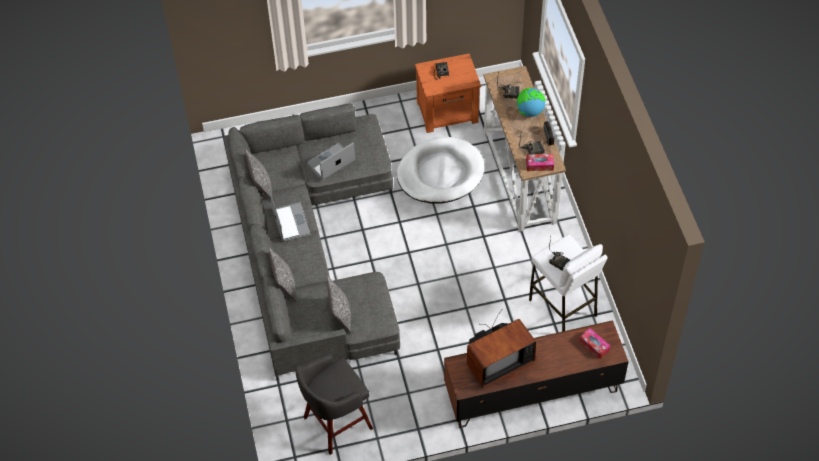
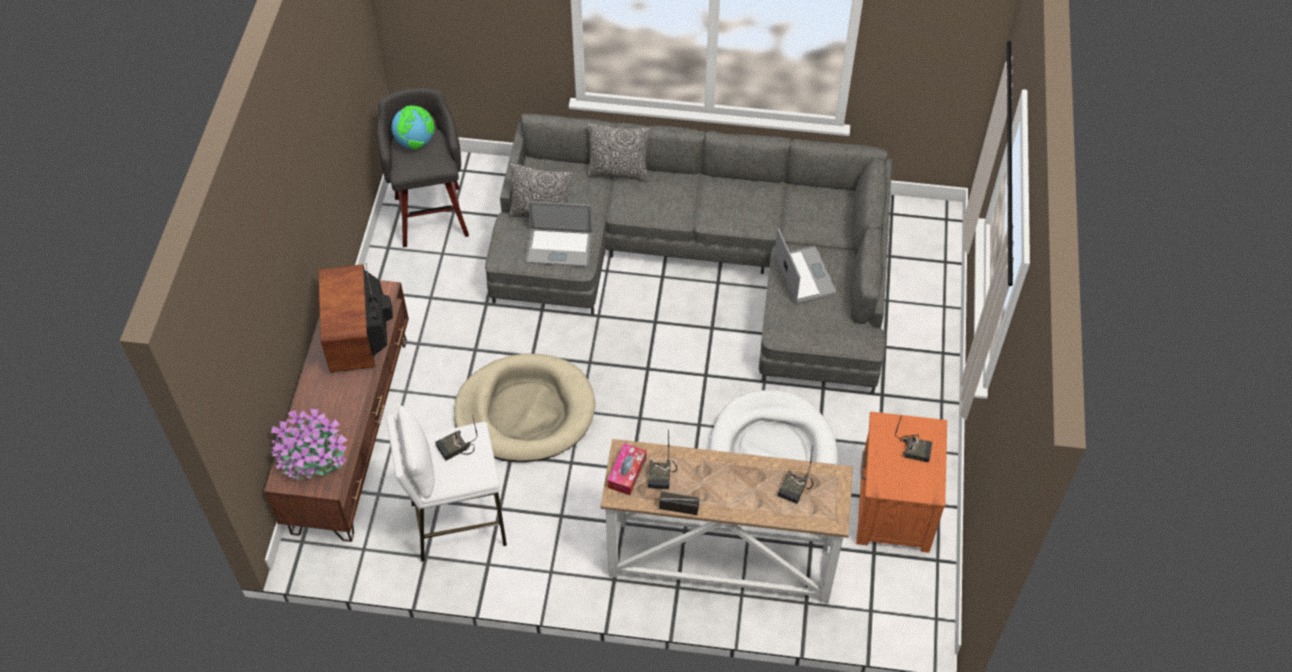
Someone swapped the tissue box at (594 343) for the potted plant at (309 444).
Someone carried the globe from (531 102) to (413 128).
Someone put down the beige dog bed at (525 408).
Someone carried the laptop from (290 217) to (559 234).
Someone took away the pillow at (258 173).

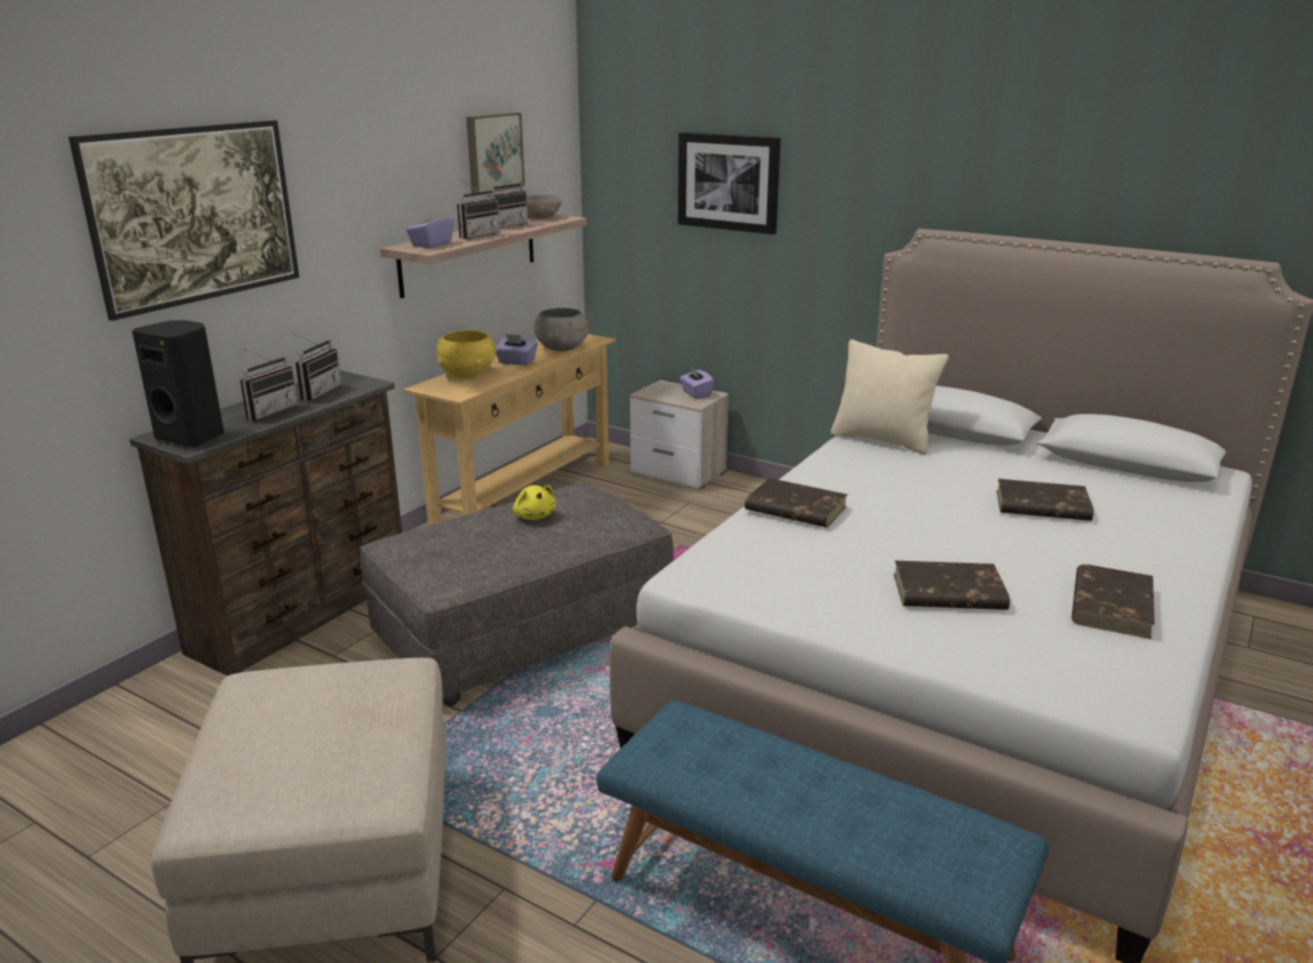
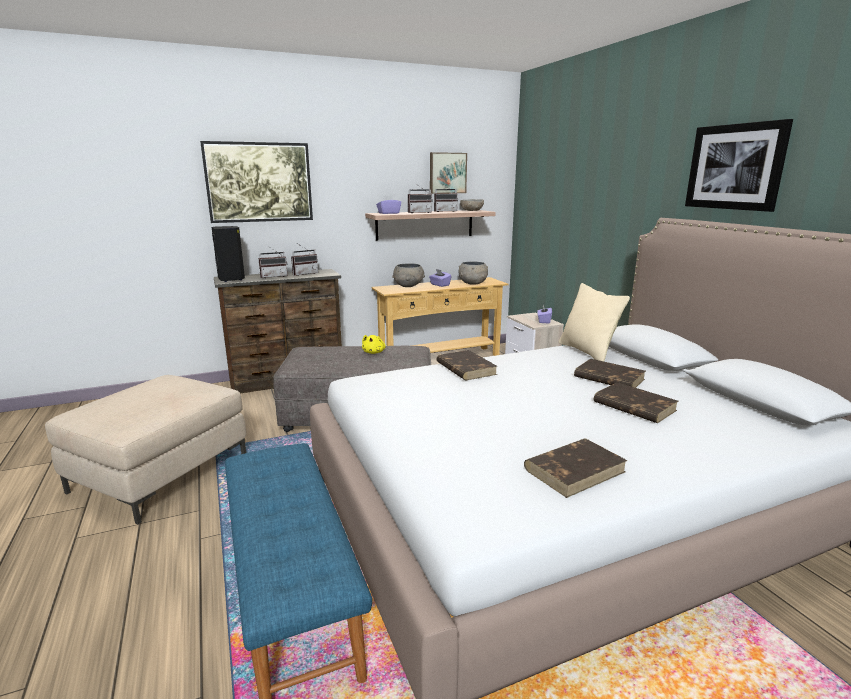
Someone repainted the yellow bowl at (467 354), which became the grey bowl at (408 275).
Someone carried the brown book from (952 585) to (610 373).
Someone carried the picture from (729 183) to (739 165).

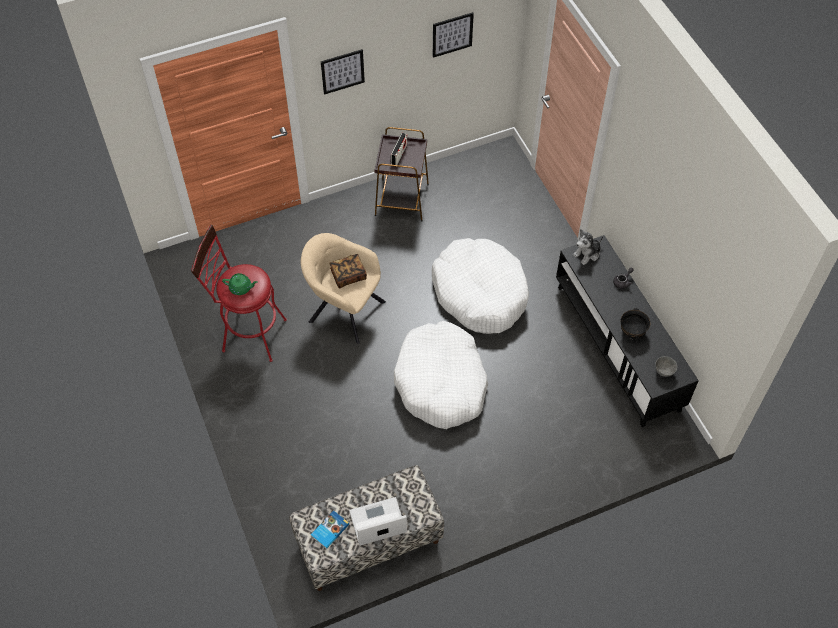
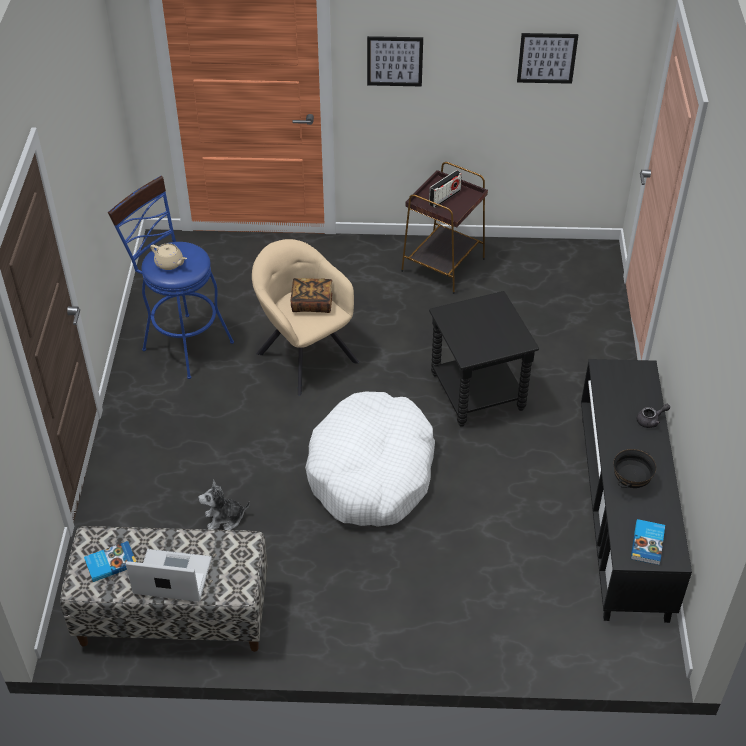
Someone repainted the red stool at (239 293), which became the blue stool at (171 277).
Someone repainted the green teapot at (240 284), which became the beige teapot at (168 256).
Someone carried the plush toy from (588 247) to (224 504).
Someone swapped the white dog bed at (480 286) for the black side table at (484 359).
Someone swapped the grey bowl at (666 366) for the book at (648 542).

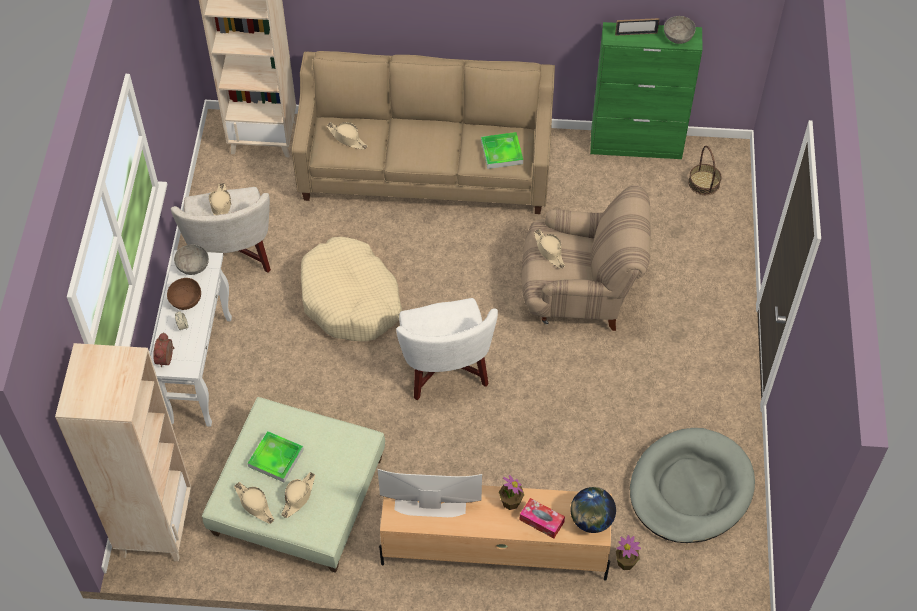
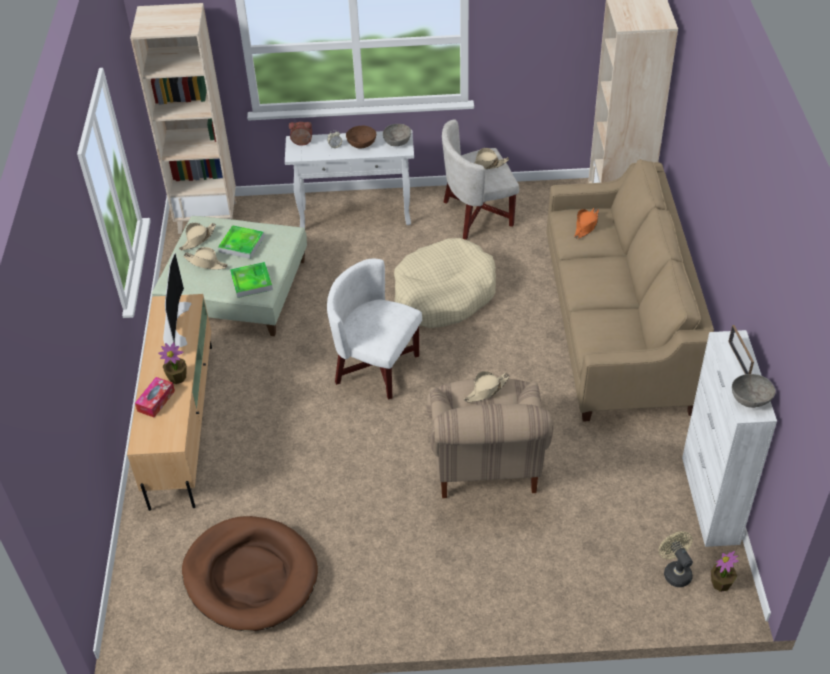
Someone repainted the grey dog bed at (692 485), which became the brown dog bed at (250 573).
Someone carried the tray from (502 150) to (251 280).
Someone rotated the white armchair at (447 349) by 45 degrees clockwise.
Someone repainted the beige hat at (347 136), which became the orange hat at (586 223).
Someone swapped the basket at (705 170) for the beige fan at (676 559).
Someone repainted the green cabinet at (646 90), which became the white cabinet at (729 438).
Someone carried the potted plant from (628 552) to (725 571).
Someone took away the globe at (593 510).

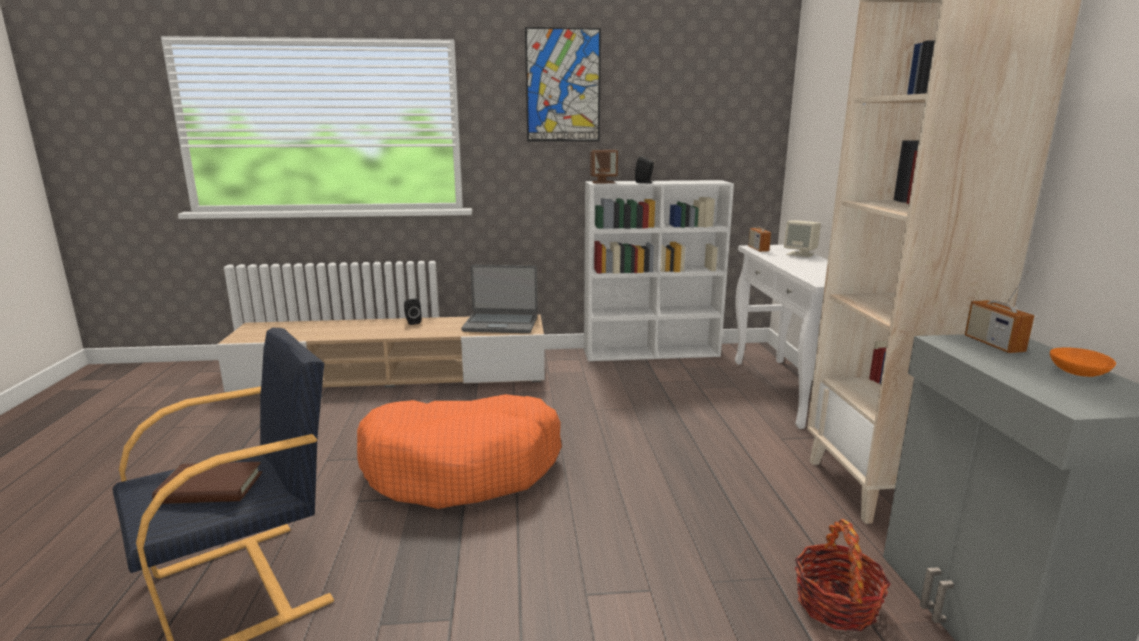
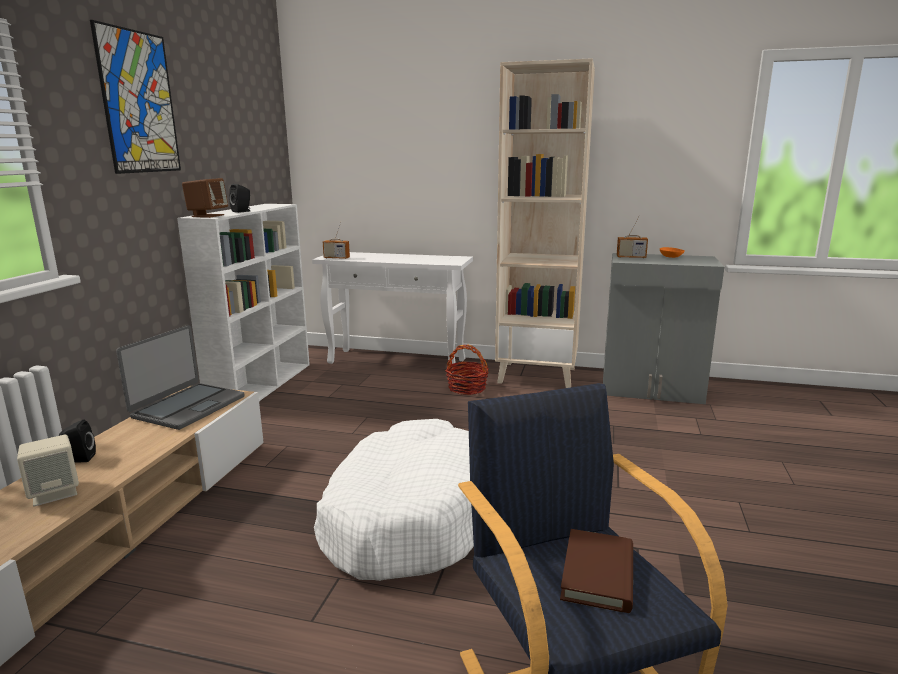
Someone carried the beige speaker from (802 239) to (48 471).
Someone repainted the orange dog bed at (459 451), which became the white dog bed at (394 500).
Someone carried the basket from (843 575) to (467 369).

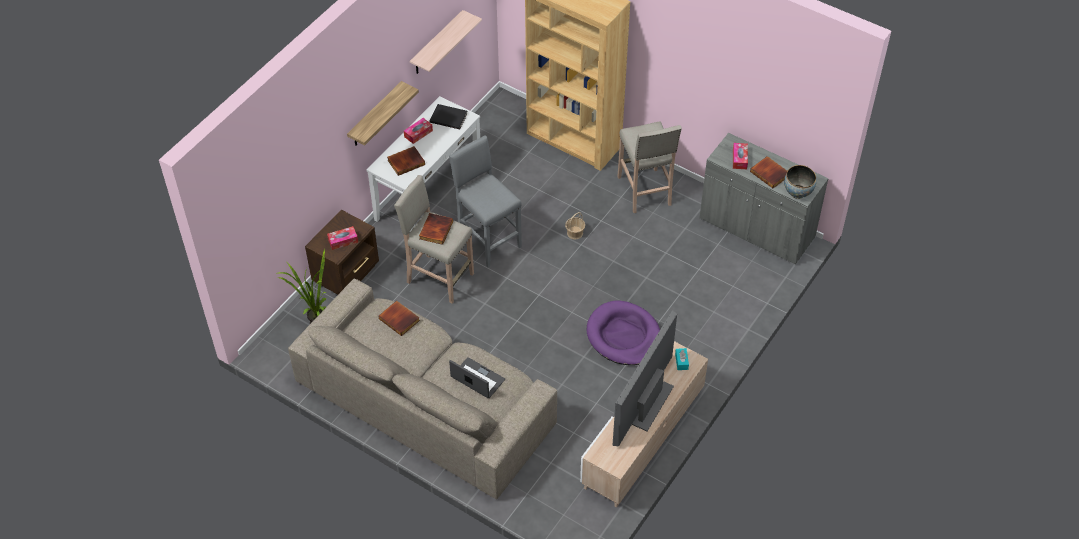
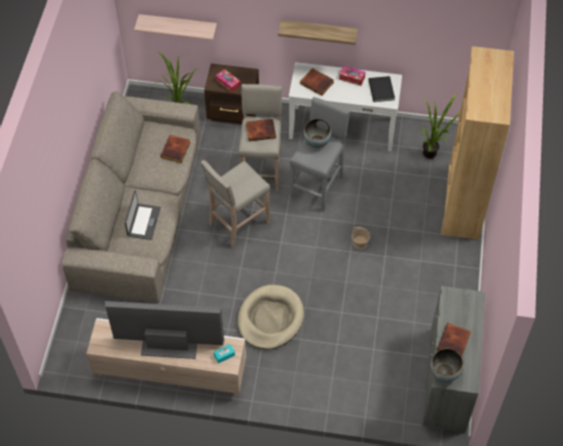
Someone carried the shelf from (446 42) to (175 27).
Someone carried the beige stool from (650 167) to (235 203).
Someone repainted the purple dog bed at (623 332), which became the beige dog bed at (271 317).
Someone put down the bowl at (317 133).
Someone put down the potted plant at (440 126).
Someone took away the tissue box at (740 156).

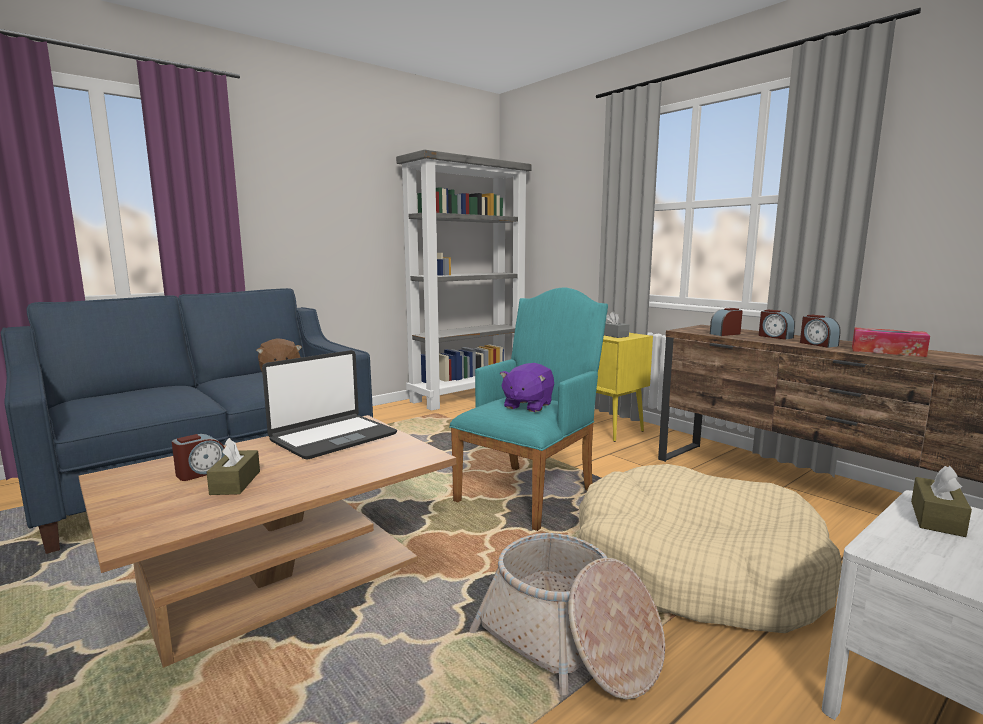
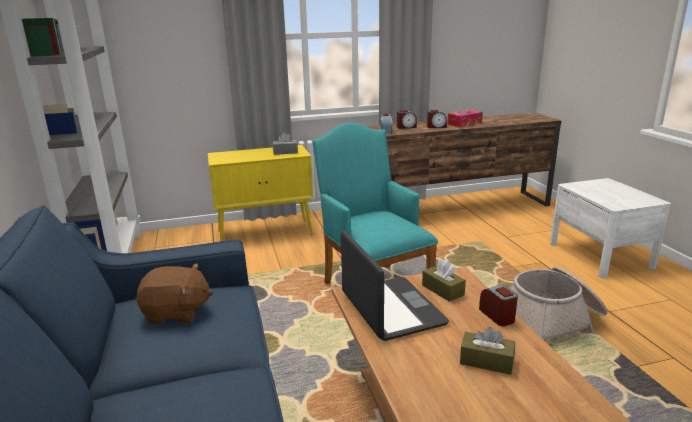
Someone carried the brown tissue box from (941 501) to (444 281).
Someone carried the alarm clock from (198 457) to (498 305).
Someone took away the purple plush toy at (527 387).
Someone took away the beige dog bed at (710 548).

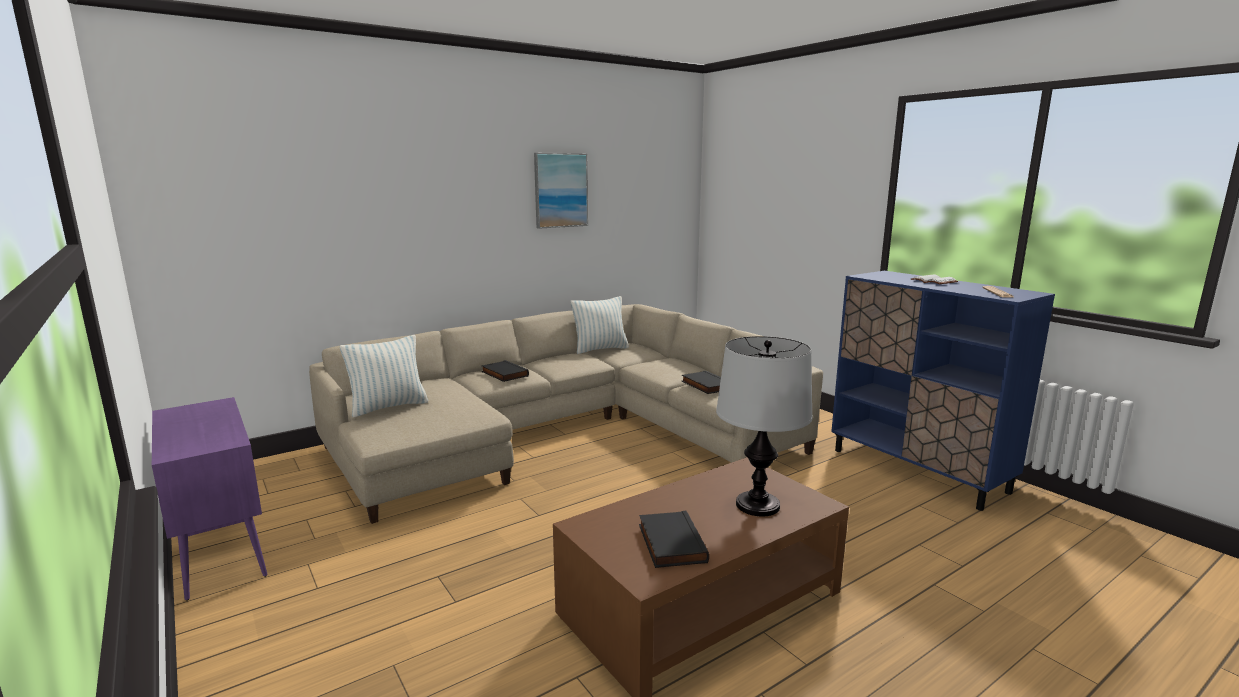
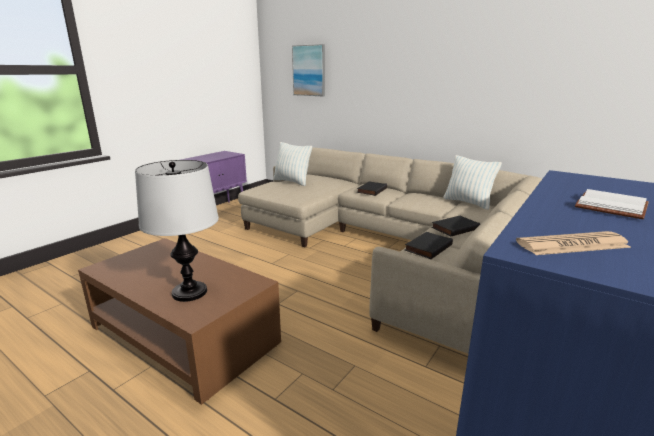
Someone carried the picture from (561 191) to (308 70).
Someone carried the black book from (674 539) to (455 226).

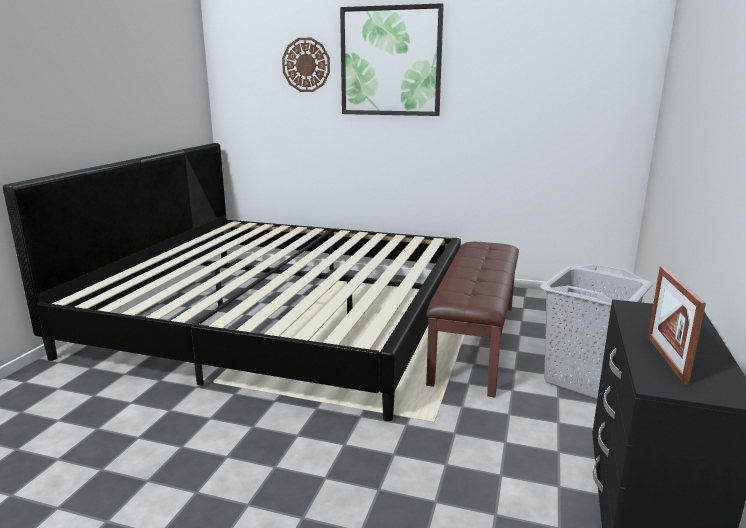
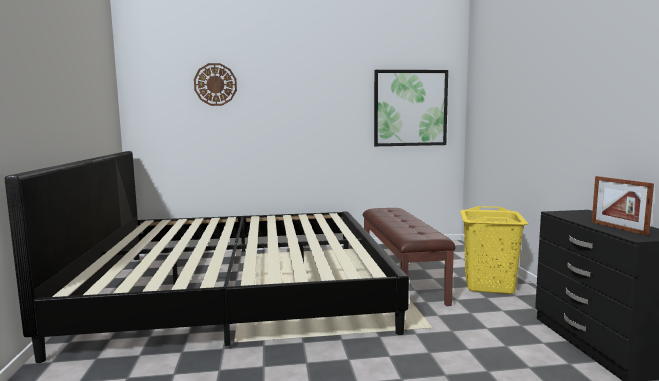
Someone carried the picture from (392 59) to (411 108).
Someone repainted the grey laundry basket at (596 331), which became the yellow laundry basket at (494 250).

